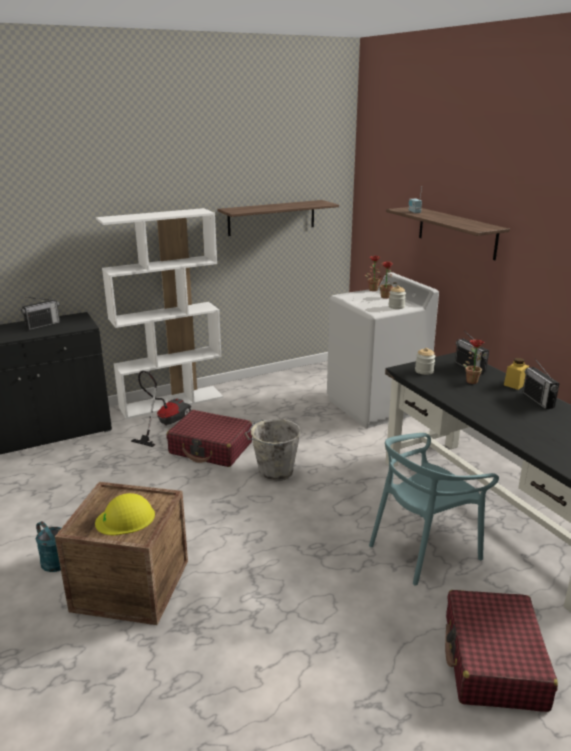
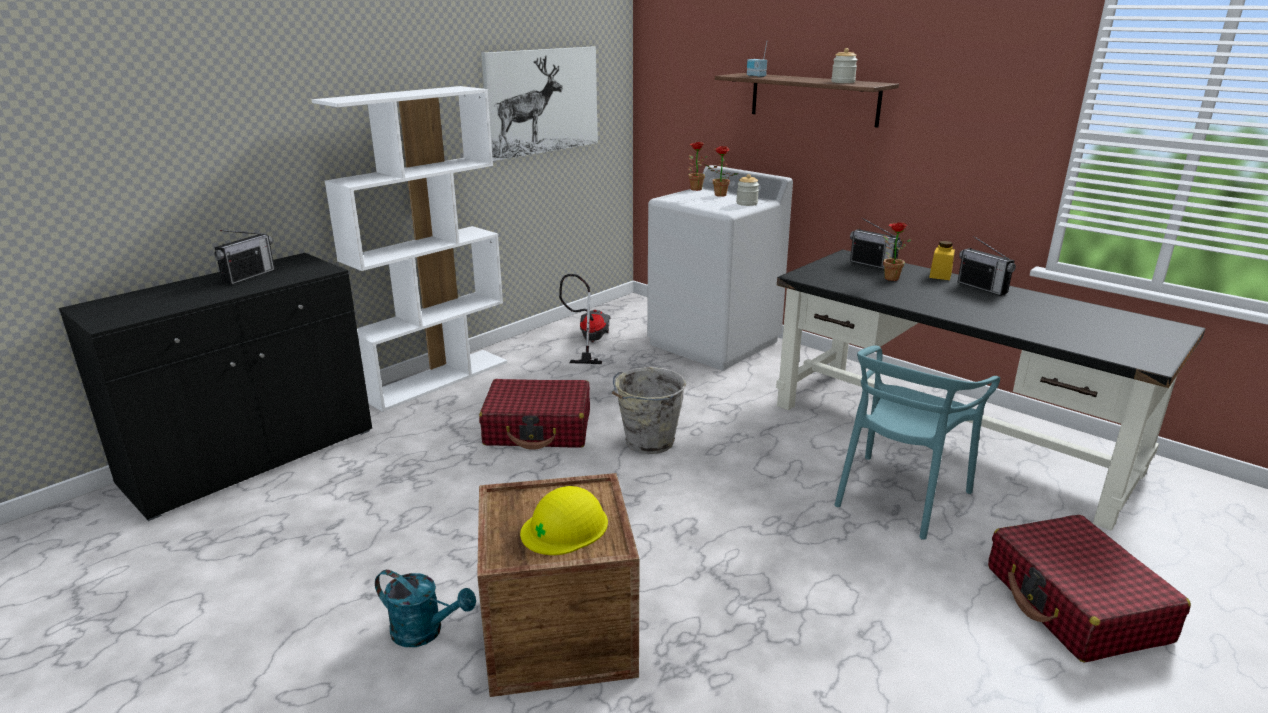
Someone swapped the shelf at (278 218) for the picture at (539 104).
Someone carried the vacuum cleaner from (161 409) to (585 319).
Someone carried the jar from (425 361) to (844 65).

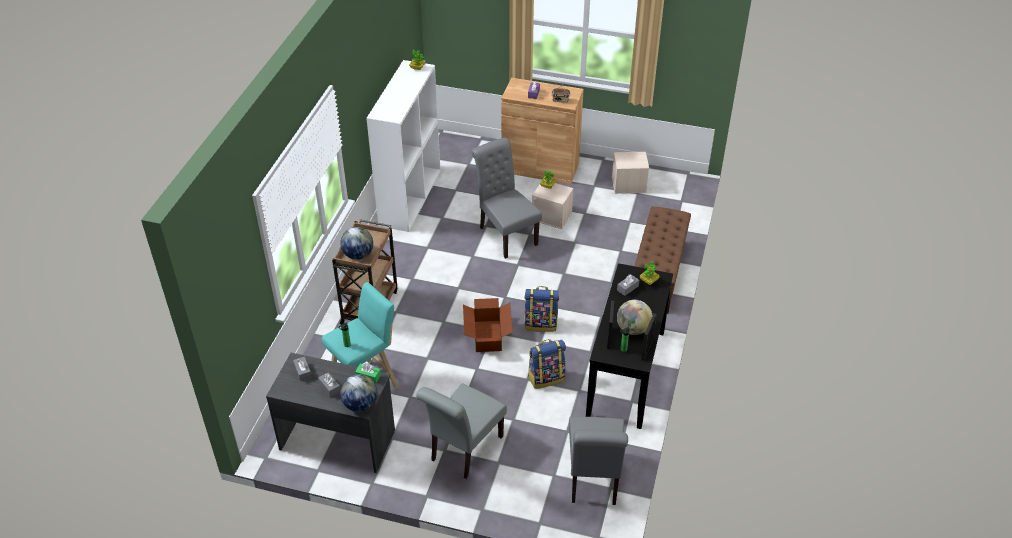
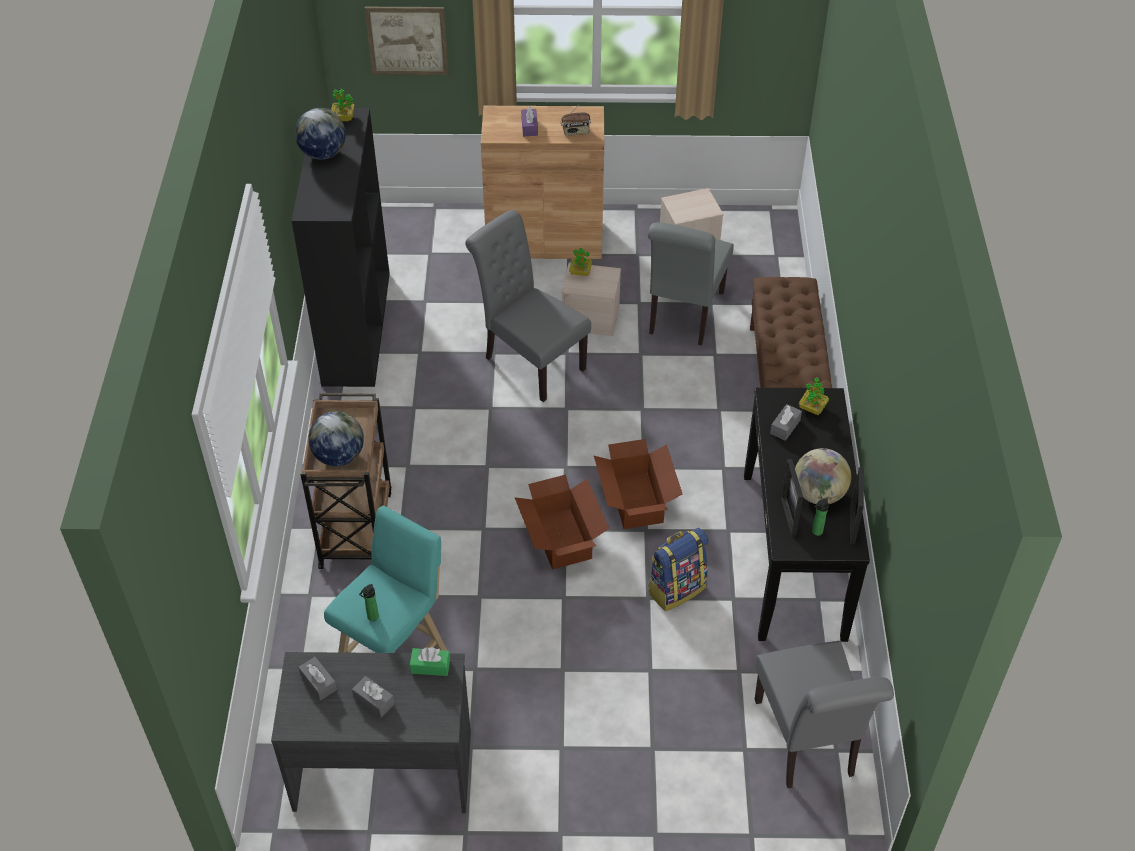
Someone repainted the white bookcase at (403 146), which became the black bookcase at (341 247).
Someone carried the globe from (358 393) to (320 133).
Someone put up the picture at (407 41).
Someone swapped the backpack at (541 309) for the cardboard box at (638 484).
Someone carried the grey chair from (461 431) to (691 284).

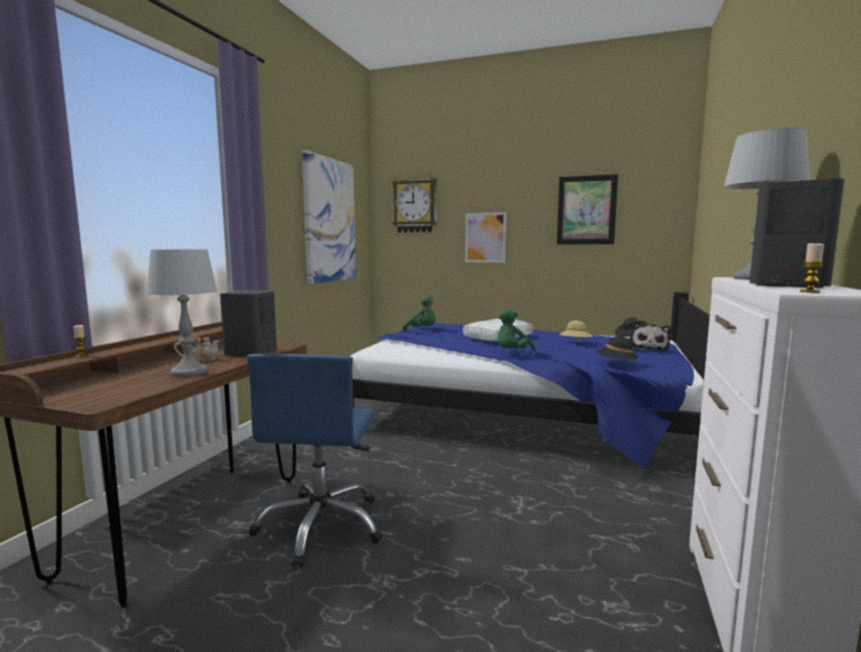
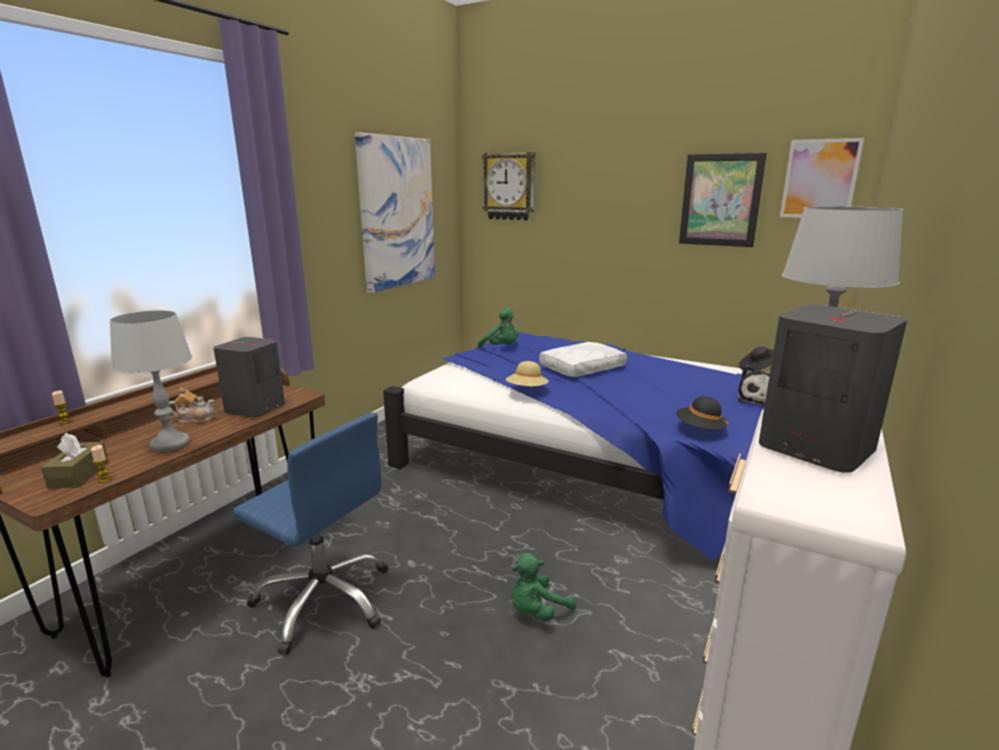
Someone put down the brown tissue box at (75 461).
Someone carried the candle from (812 268) to (101 464).
Someone rotated the blue office chair at (315 461) by 75 degrees counterclockwise.
Someone carried the beige hat from (576 331) to (527 373).
Someone carried the green plush toy from (516 330) to (544 587).
Someone carried the picture from (485 237) to (822 178).

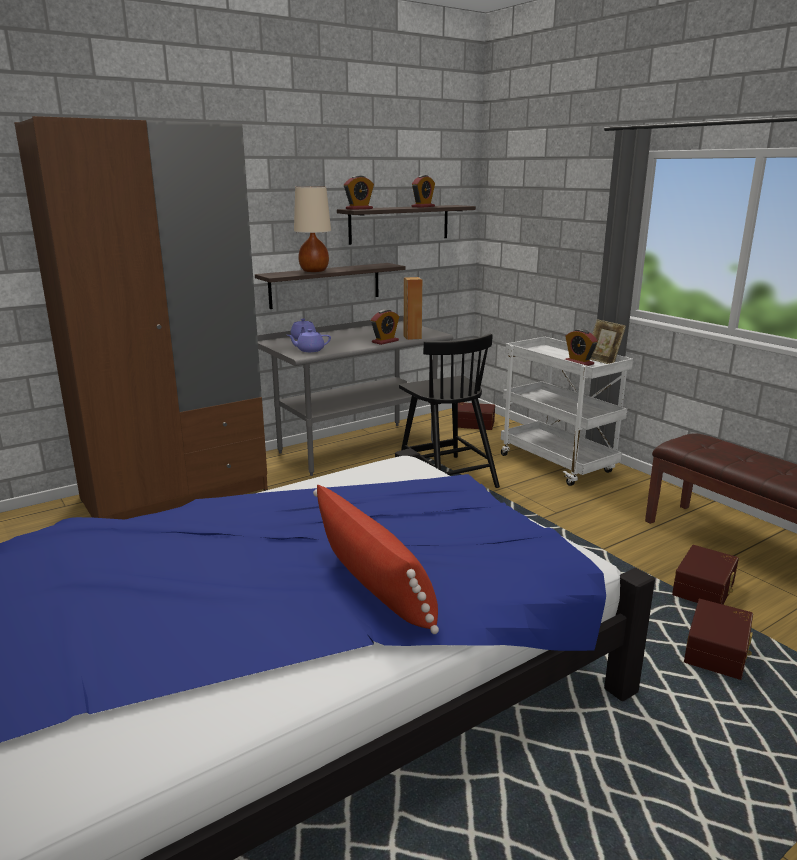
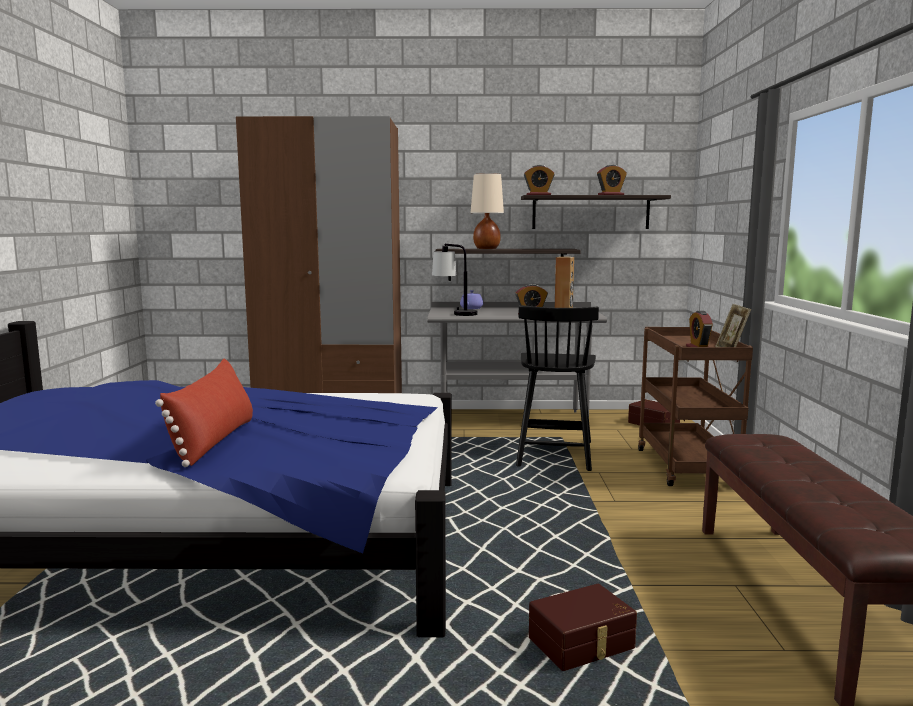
Someone swapped the purple teapot at (309 340) for the table lamp at (455 280).
Someone repainted the white cart at (567 411), which became the brown cart at (695 406).
Someone took away the brown storage box at (705 575).

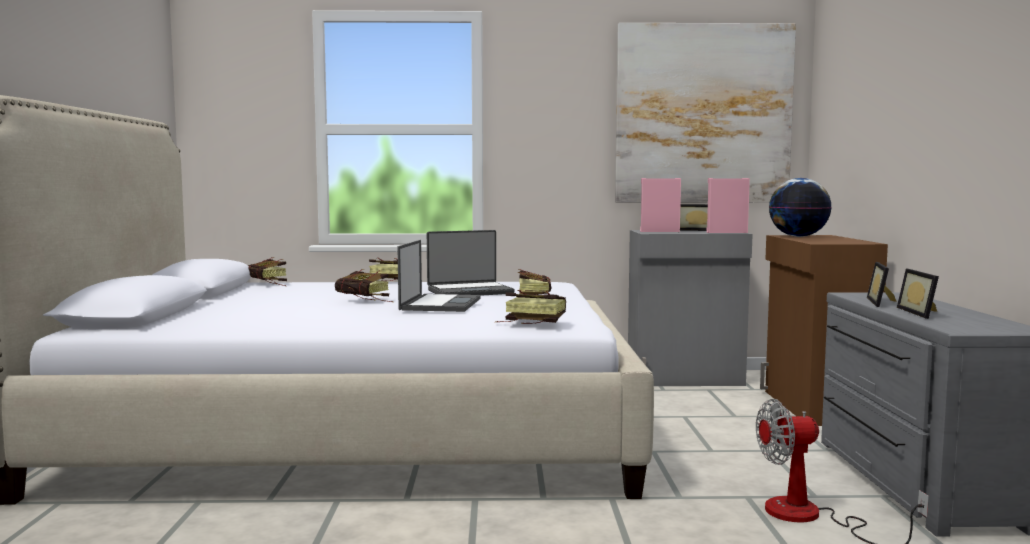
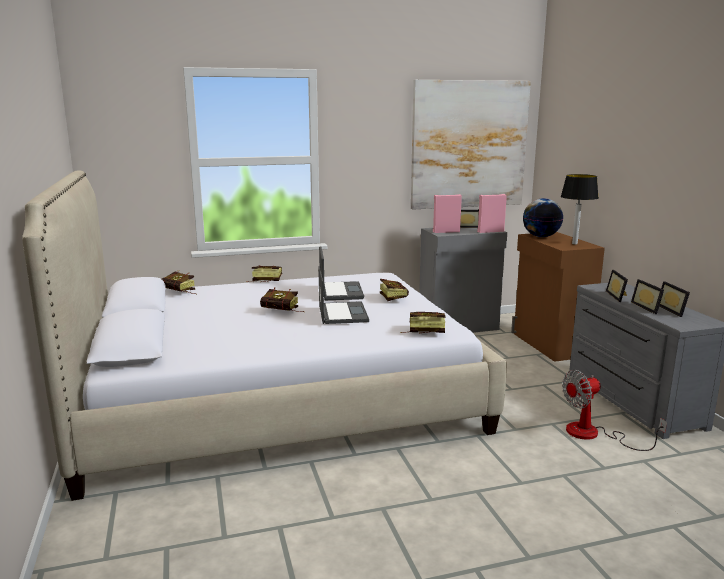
Someone rotated the laptop at (471 263) by 60 degrees counterclockwise.
Someone put down the table lamp at (580 209).
Someone put down the picture frame at (674 299).

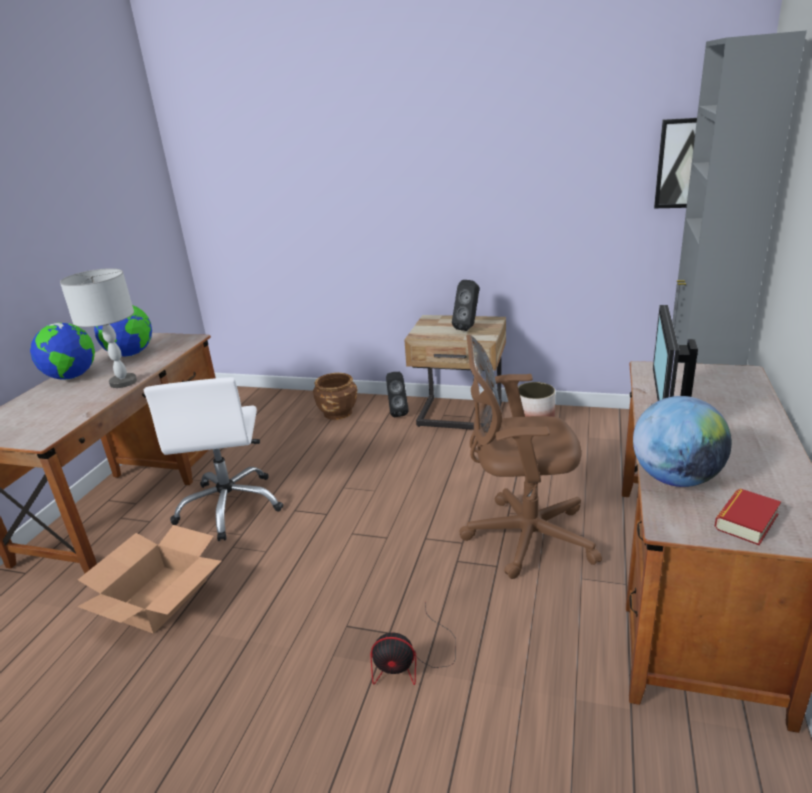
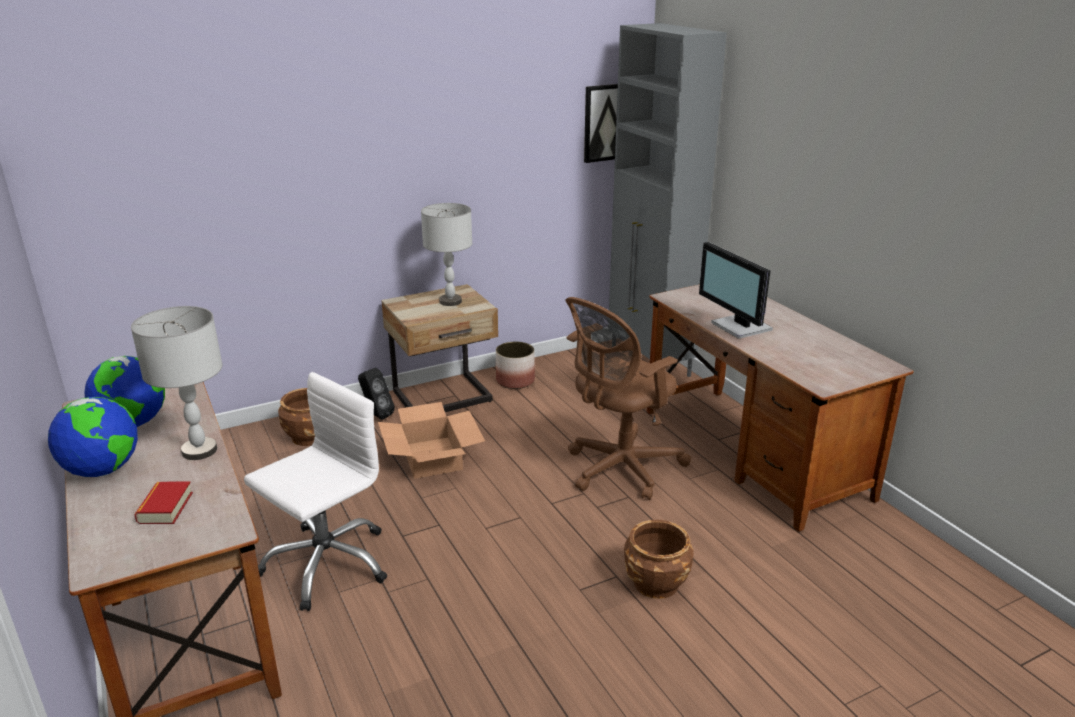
Someone carried the book from (748 516) to (163 503).
Someone rotated the white office chair at (213 459) by 90 degrees counterclockwise.
Someone carried the cardboard box from (149 579) to (431 440).
Someone swapped the black speaker at (465 305) for the grey table lamp at (446 254).
Someone swapped the fan at (413 644) for the brown planter at (659 559).
Someone took away the globe at (682 441).

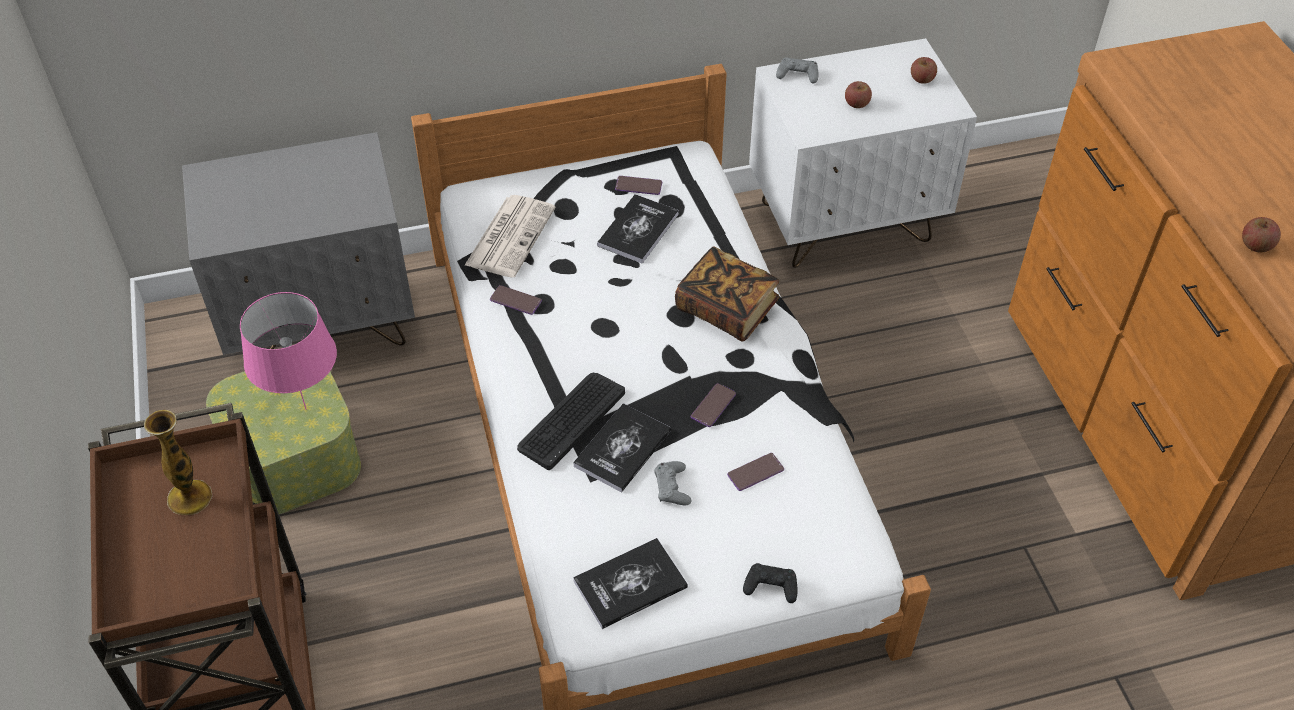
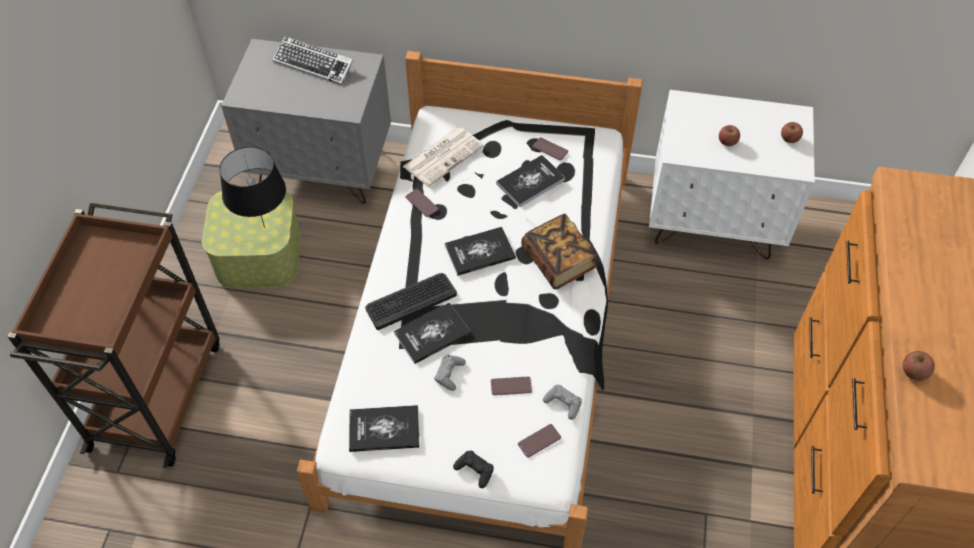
Someone repainted the pink table lamp at (288 351), which became the black table lamp at (252 187).
Someone put down the keyboard at (313 60).
Someone put down the book at (480 251).
Someone carried the phone from (713 405) to (539 441).
Someone carried the grey game controller from (797 70) to (562 402).
Someone took away the vase at (178 462).

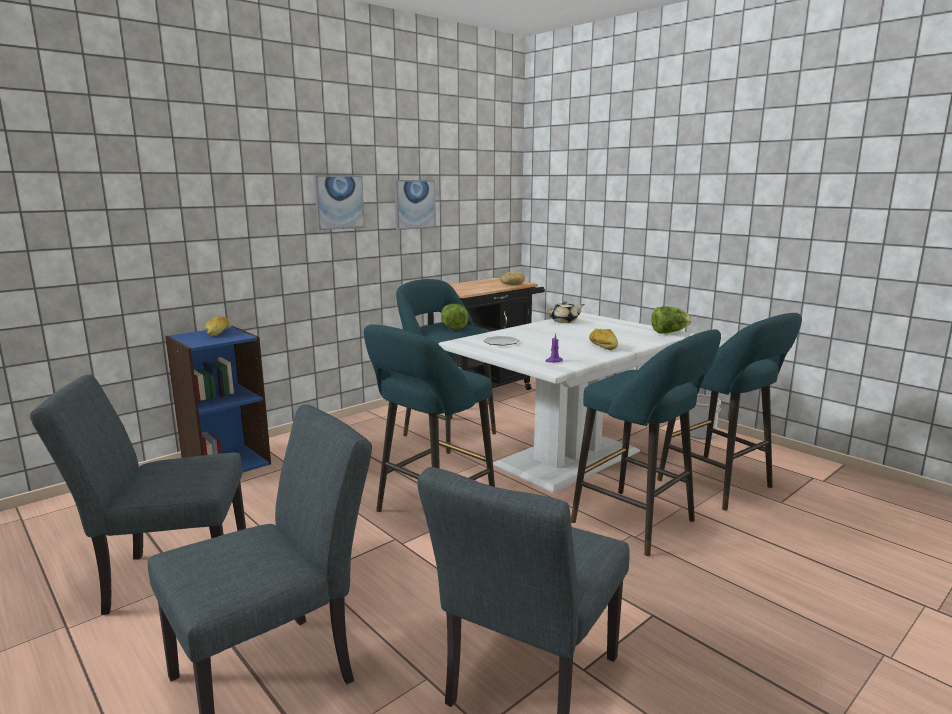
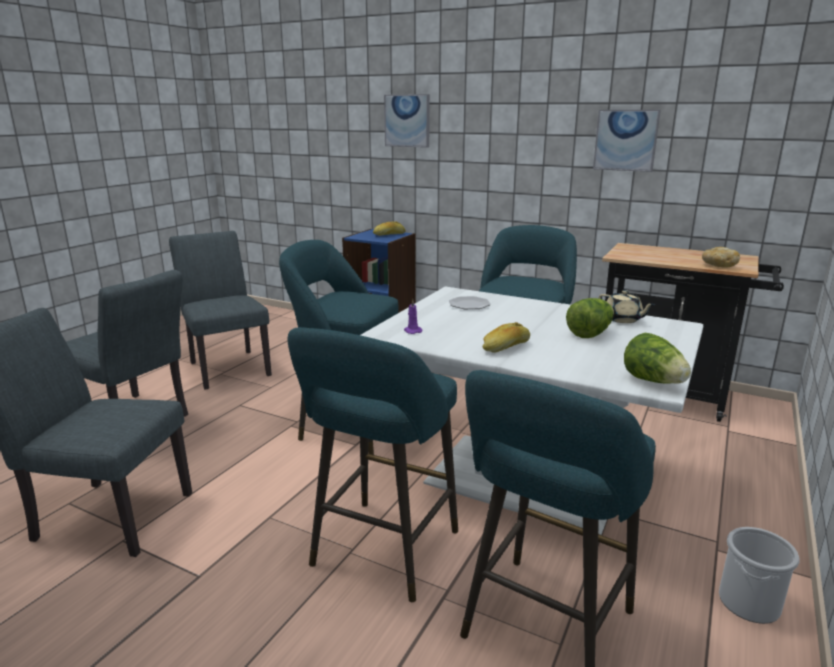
Someone carried the picture from (339 202) to (407 121).
Someone carried the lettuce from (455 317) to (590 318).

